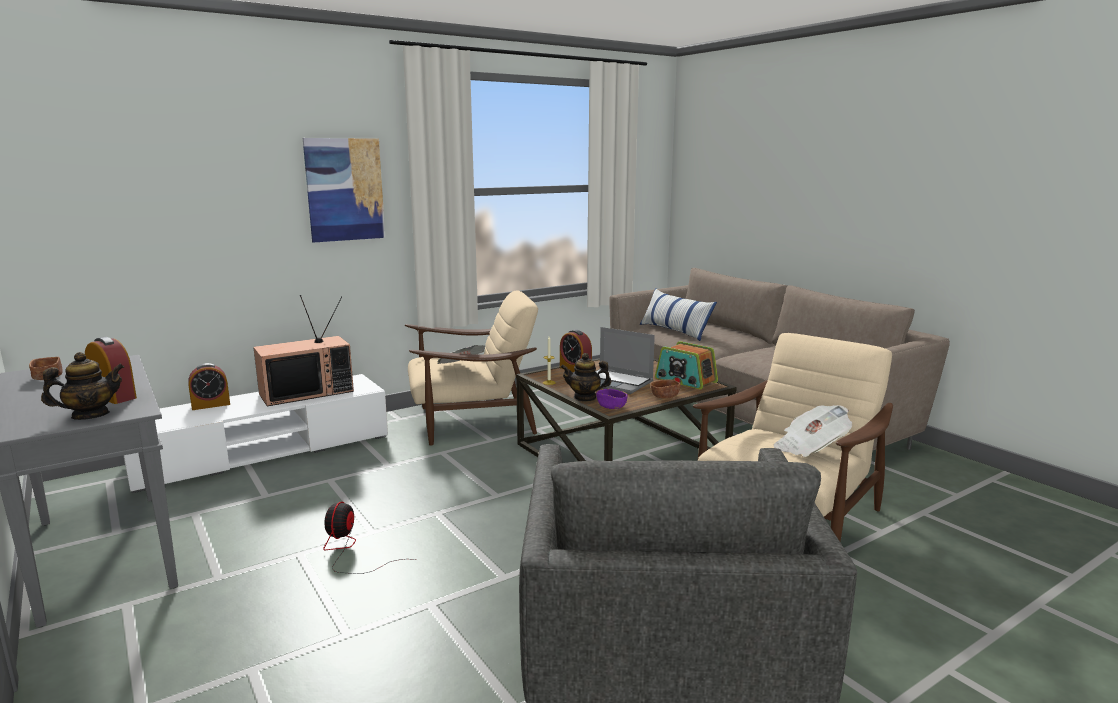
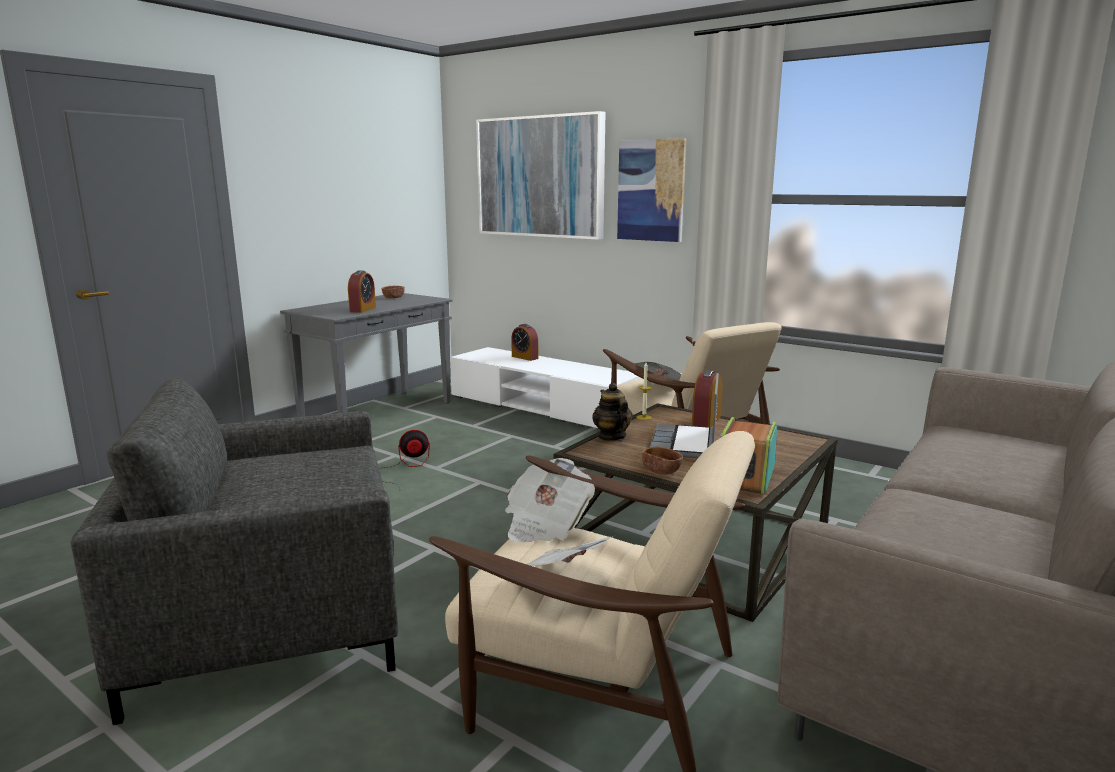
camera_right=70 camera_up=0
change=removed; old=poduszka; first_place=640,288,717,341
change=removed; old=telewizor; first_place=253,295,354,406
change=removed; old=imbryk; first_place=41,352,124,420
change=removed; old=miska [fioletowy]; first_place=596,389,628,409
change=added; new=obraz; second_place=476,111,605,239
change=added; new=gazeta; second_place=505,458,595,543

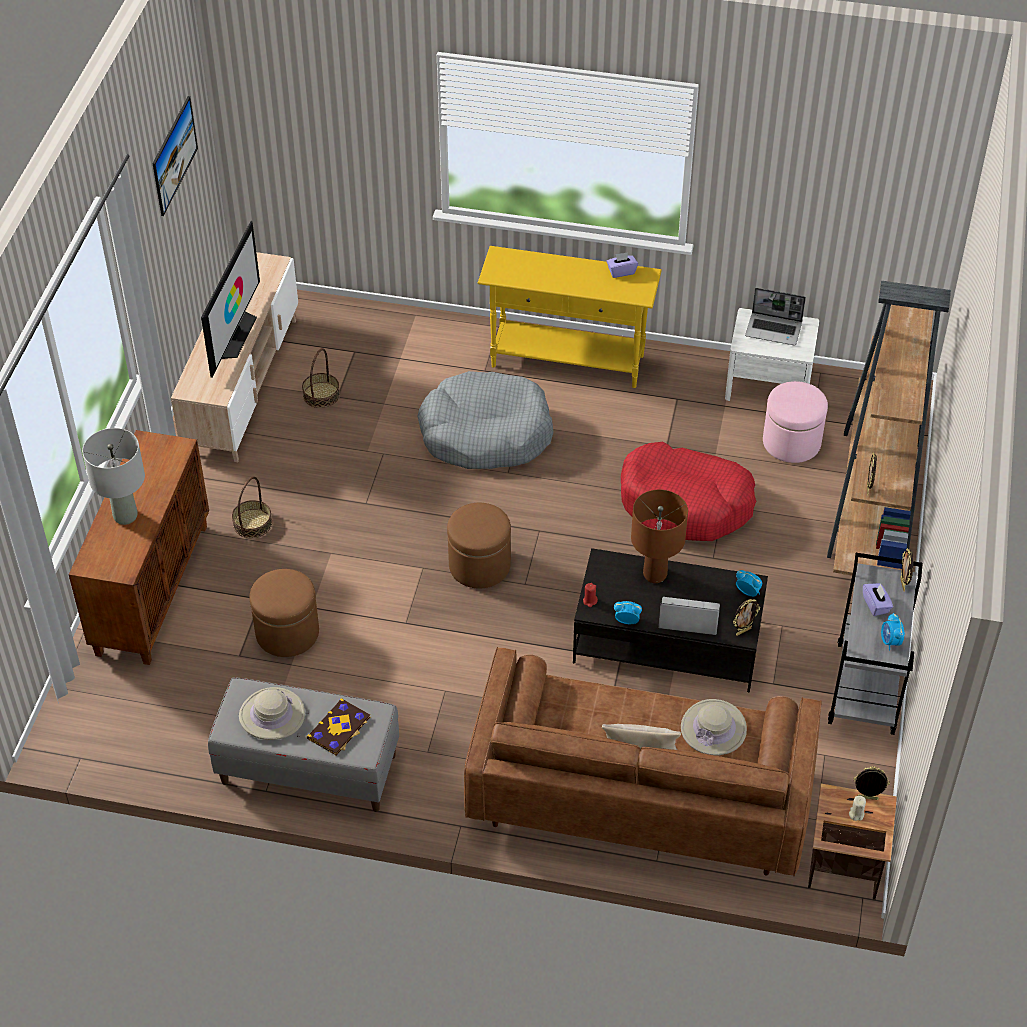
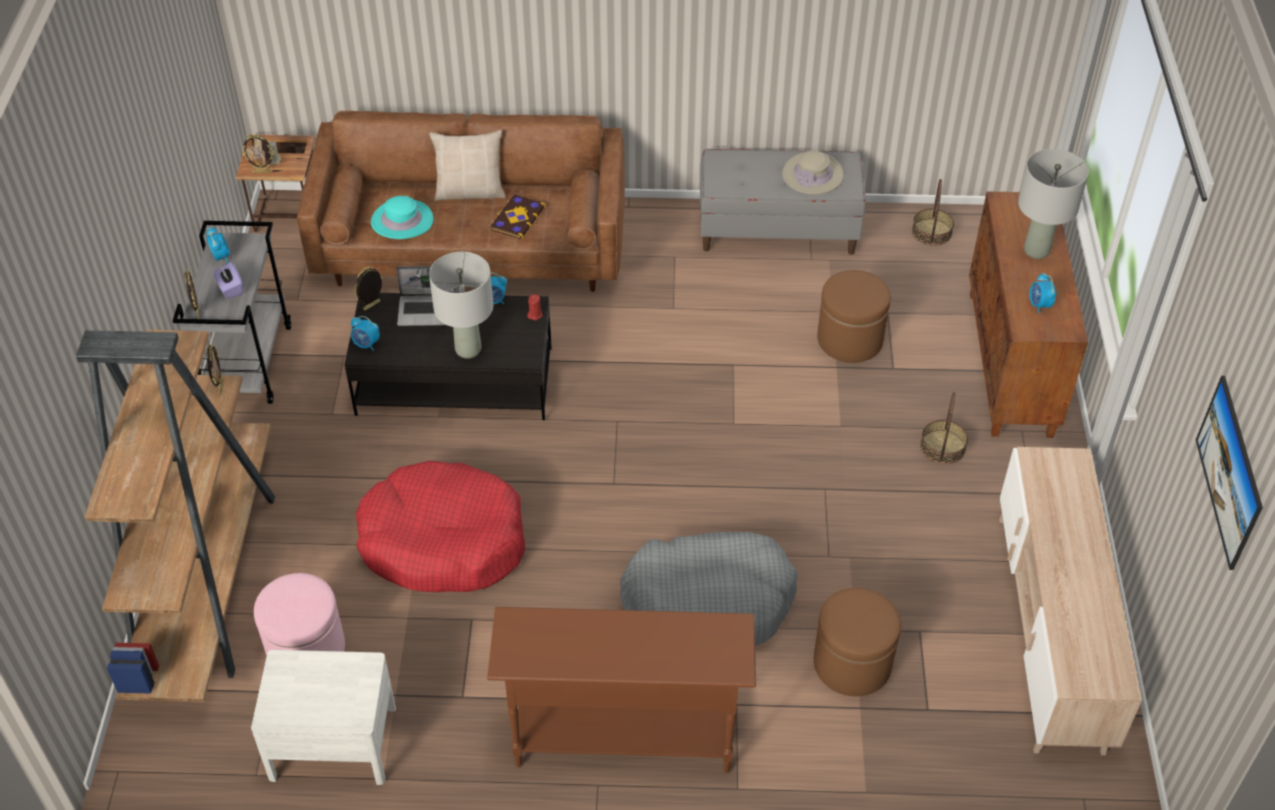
camera_right=170 camera_up=0
change=removed; old=telewizor; first_place=201,221,260,378
change=recoloured; old=stolik konsolowy [żółty]; new=stolik konsolowy [brązowy]; first_place=478,246,662,388; second_place=487,607,756,773
change=removed; old=pudełko chusteczek [fioletowy]; first_place=606,252,638,278
change=removed; old=laptop; first_place=745,288,806,346
change=moved; old=koszyk; first_place=302,348,340,408; second_place=912,179,954,246
change=recoloured; old=lampa stołowa [brązowy]; new=lampa stołowa [szary]; first_place=631,490,688,583; second_place=429,252,493,359
change=moved; old=pufa [brązowy]; first_place=447,503,511,588; second_place=814,587,901,696
change=moved; old=książka; first_place=307,698,370,756; second_place=490,194,546,239
change=recoloured; old=kapelusz [beżowy]; new=kapelusz [turkusowy]; first_place=681,699,747,756; second_place=371,196,434,239
change=added; new=budzik; second_place=1029,273,1056,313

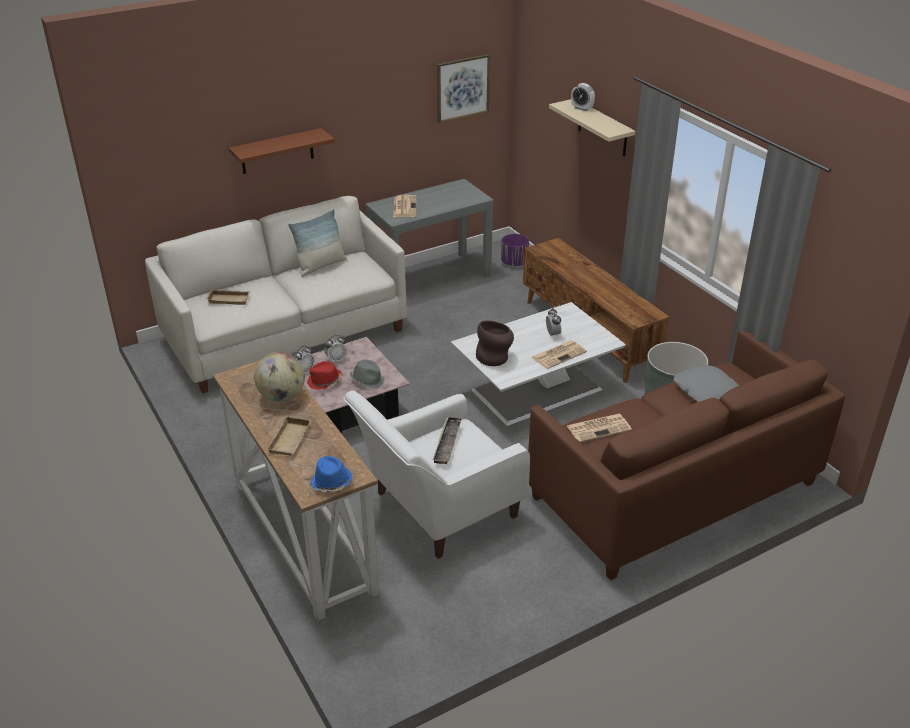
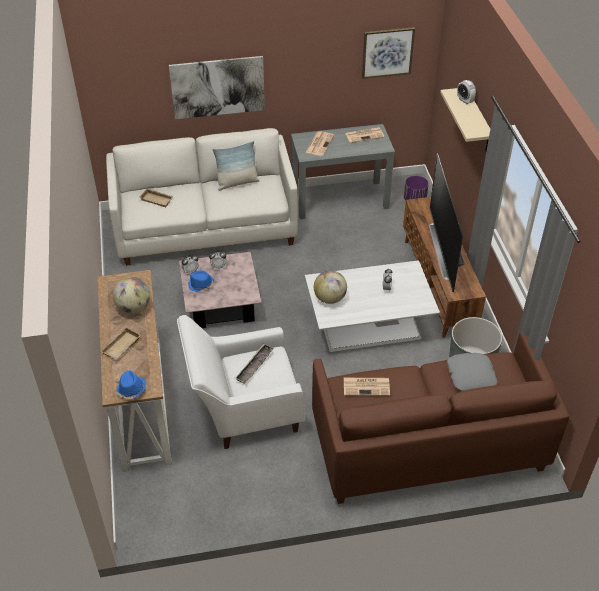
camera_right=20 camera_up=10
change=replaced; old=półka [brązowy]; new=obraz; first_place=229,128,335,174; second_place=169,56,265,119
change=replaced; old=wazon [brązowy]; new=globus; first_place=476,321,514,366; second_place=314,270,347,304
change=moved; old=gazeta; first_place=531,340,587,369; second_place=345,127,384,143
change=removed; old=kapelusz [szary]; first_place=350,360,384,388
change=recoloured; old=kapelusz [czerwony]; new=kapelusz [niebieski]; first_place=307,361,342,390; second_place=188,270,214,292
change=added; new=telewizor; second_place=429,153,464,293

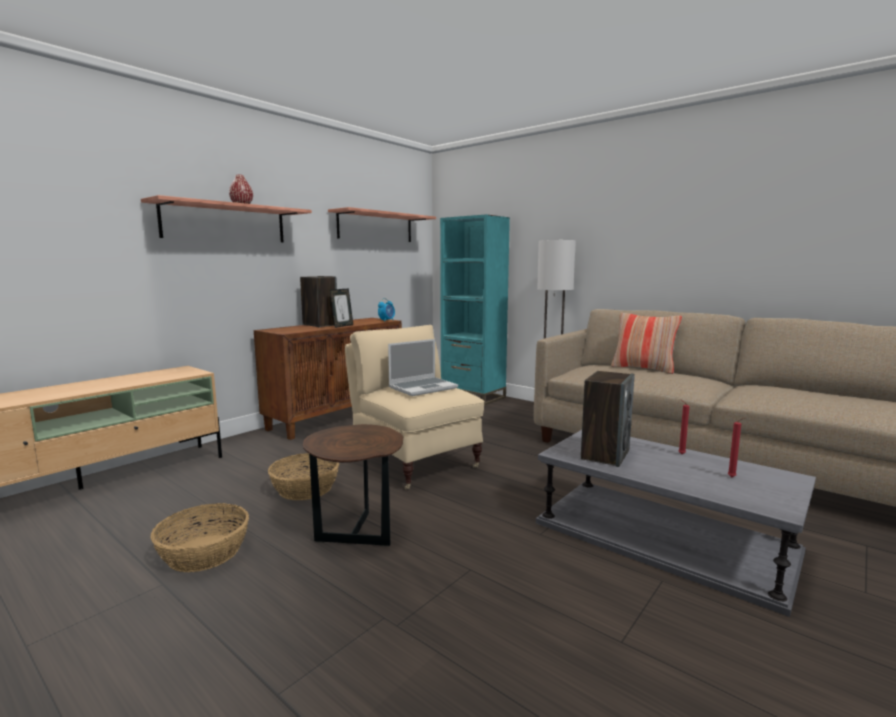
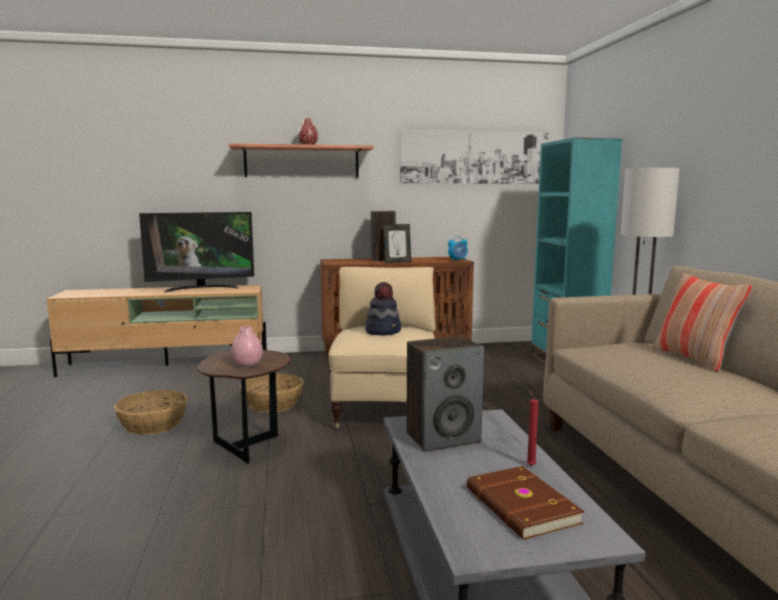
camera_right=40 camera_up=0
change=replaced; old=półka; new=obraz; first_place=328,207,436,242; second_place=400,130,548,184
change=replaced; old=laptop; new=kapelusz; first_place=388,339,458,396; second_place=365,282,401,335
change=replaced; old=świeca [czerwony]; new=książka [brązowy]; first_place=728,418,745,477; second_place=467,466,584,540
change=added; new=telewizor; second_place=139,212,254,293
change=added; new=wazon [różowy]; second_place=231,326,263,367

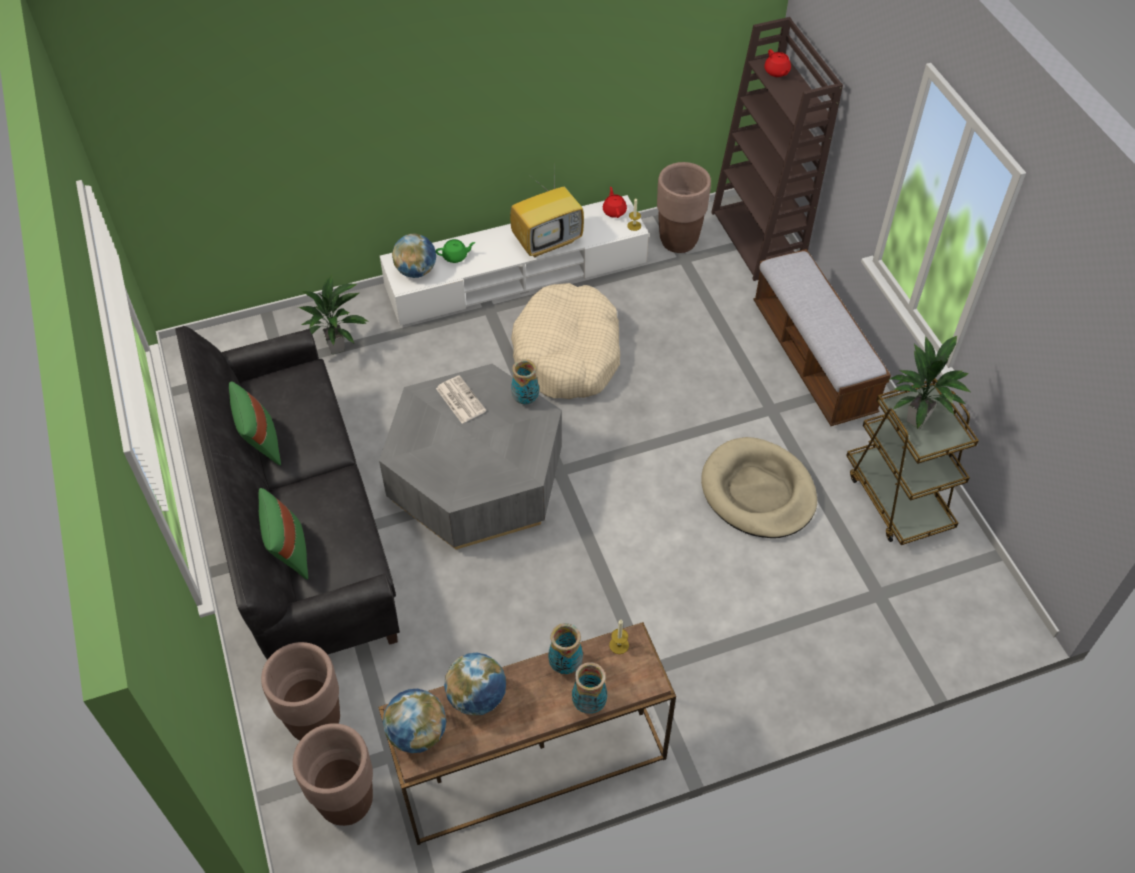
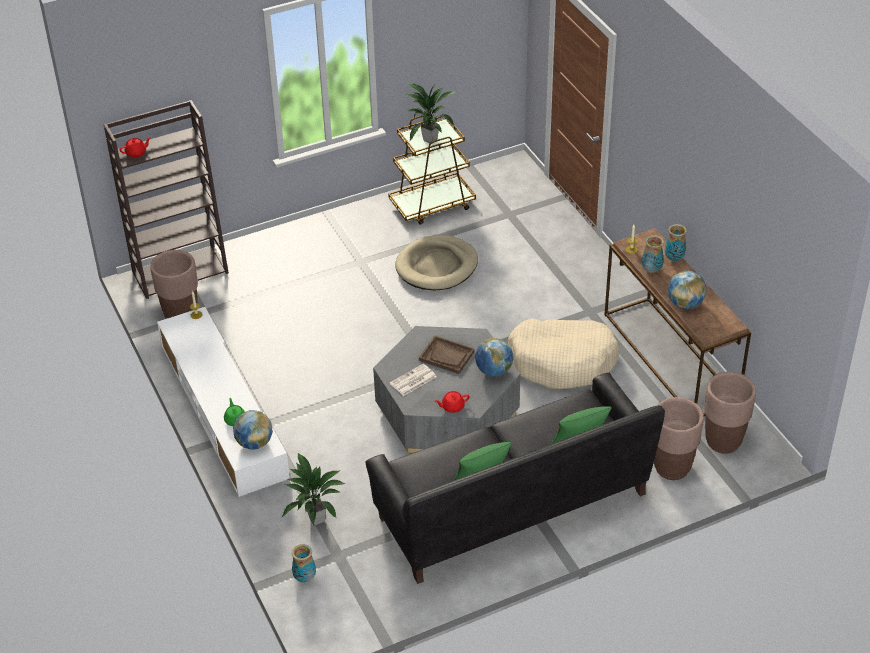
camera_right=-95 camera_up=-10
change=removed; old=telewizor; first_place=510,178,584,257
change=moved; old=imbryk [czerwony]; first_place=603,187,627,218; second_place=434,391,470,413
change=removed; old=ławka; first_place=753,249,891,426
change=moved; old=legowisko [beżowy]; first_place=511,283,620,399; second_place=508,318,620,389
change=moved; old=wazon; first_place=511,359,539,405; second_place=292,544,316,583
change=moved; old=globus; first_place=383,689,446,753; second_place=475,338,513,376
change=added; new=taca [brązowy]; second_place=419,336,475,374

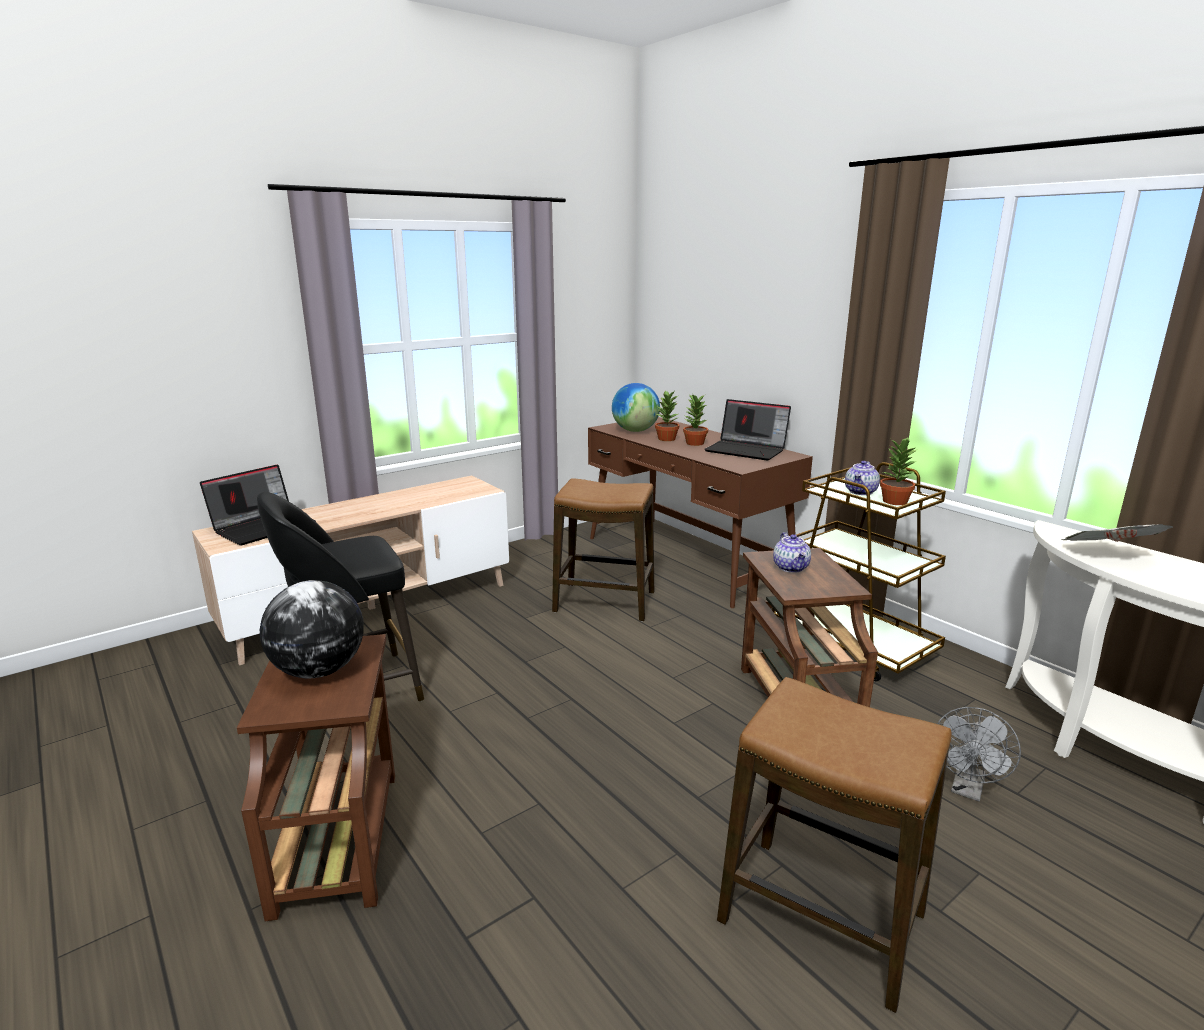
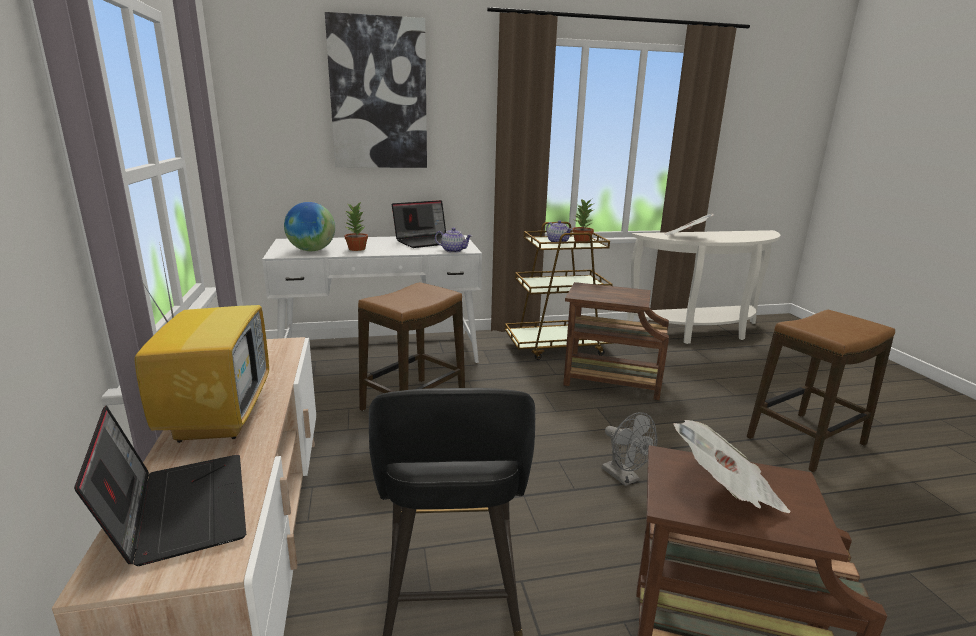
camera_right=-65 camera_up=0
change=removed; old=roślina doniczkowa; first_place=683,394,708,446
change=recoloured; old=biurko [brązowy]; new=biurko [biały]; first_place=588,417,813,608; second_place=262,235,482,363
change=moved; old=imbryk; first_place=773,532,811,573; second_place=435,228,472,253
change=replaced; old=globus; new=gazeta; first_place=260,580,364,679; second_place=673,420,790,513
change=moved; old=wentylator [szary]; first_place=937,707,1021,801; second_place=602,412,657,486
change=added; new=obraz; second_place=325,12,427,168
change=added; new=telewizor; second_place=134,247,269,443

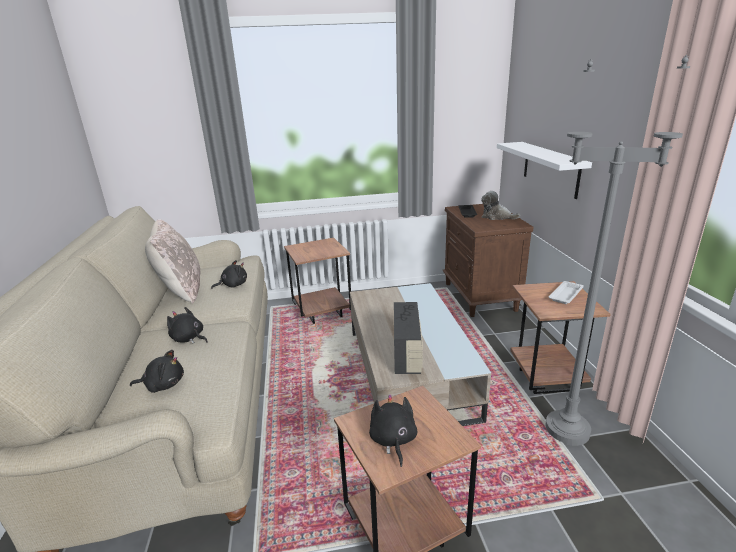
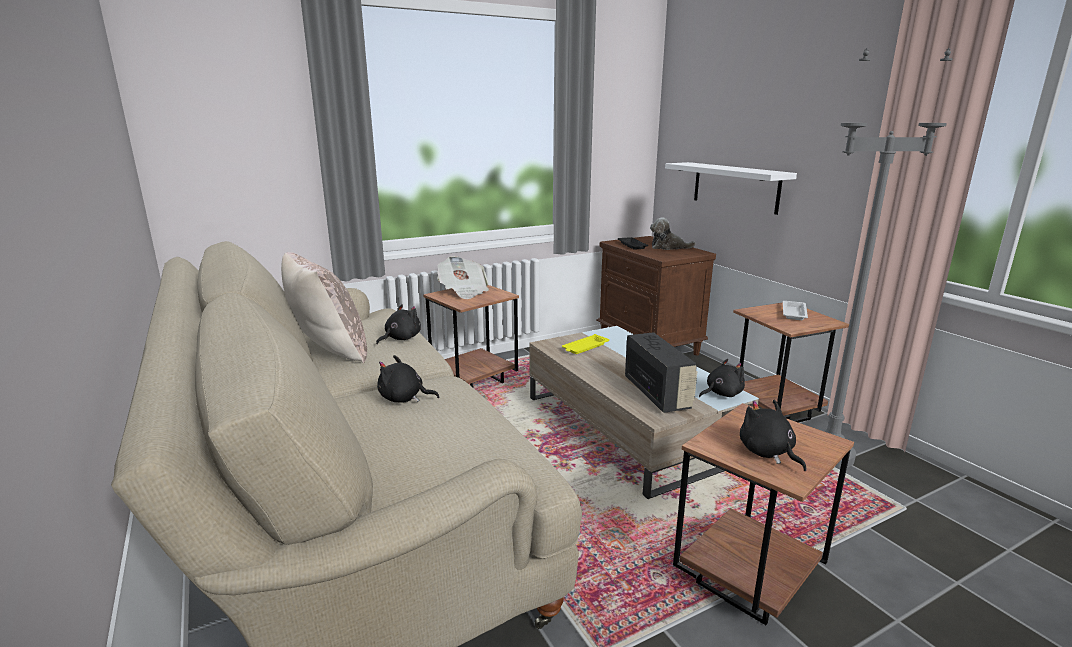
camera_right=-20 camera_up=-5
change=moved; old=pluszak [czarny]; first_place=130,350,184,393; second_place=699,359,745,397
change=added; new=gazeta; second_place=437,256,489,299
change=added; new=taca [żółty]; second_place=562,334,609,354

